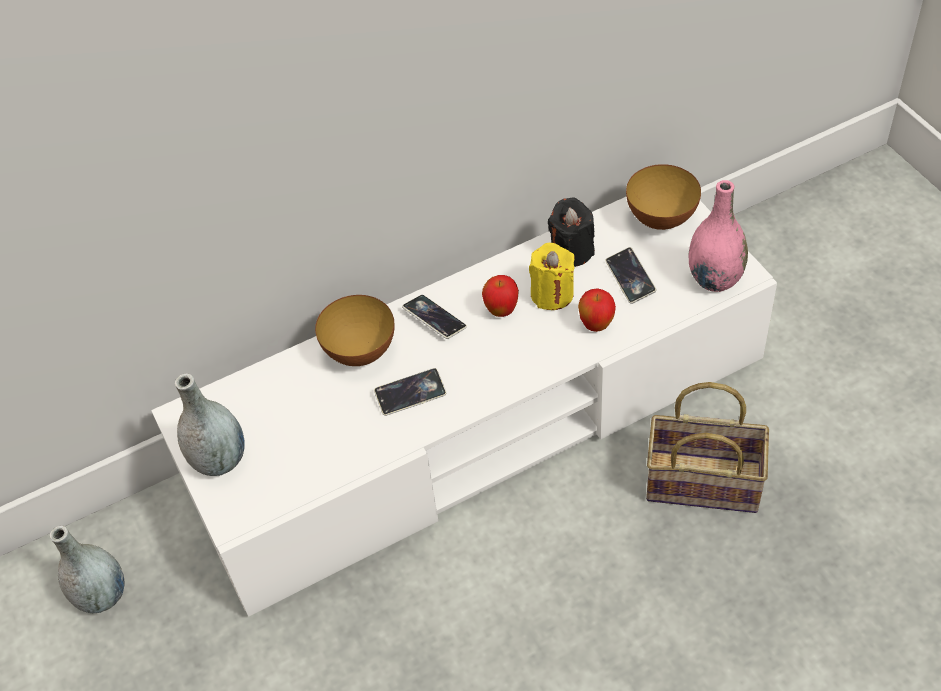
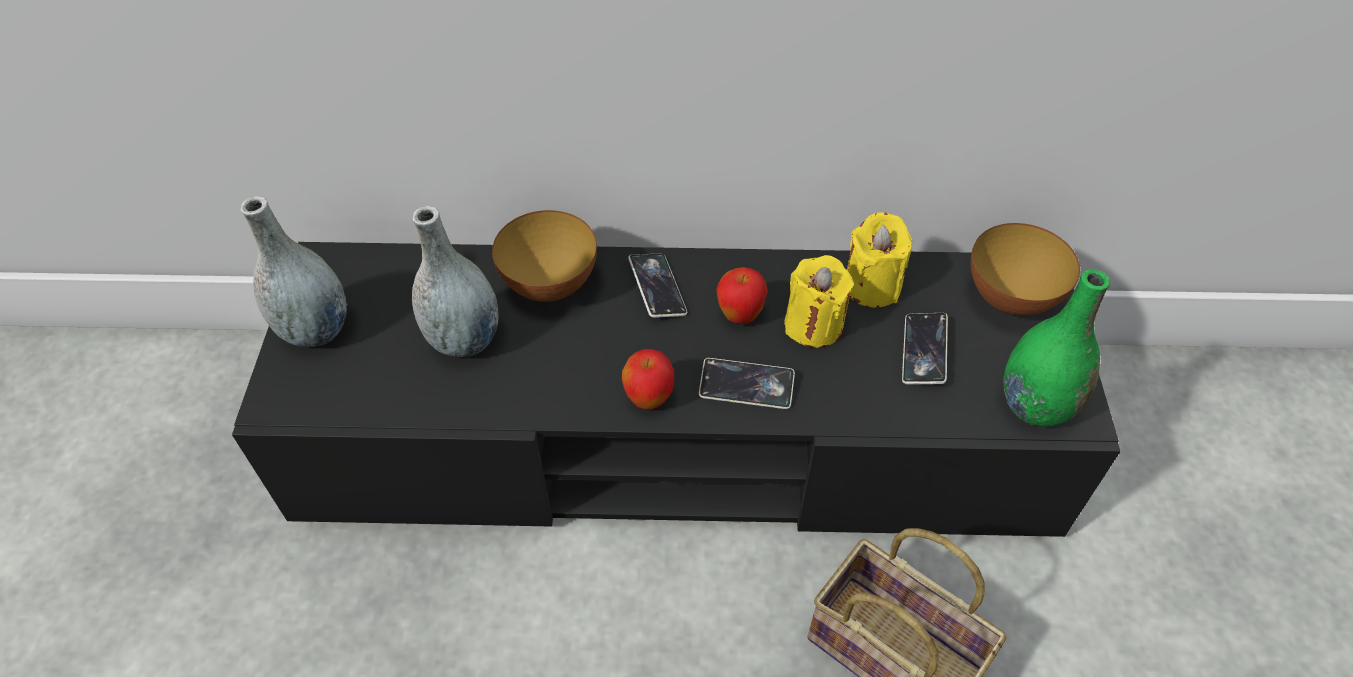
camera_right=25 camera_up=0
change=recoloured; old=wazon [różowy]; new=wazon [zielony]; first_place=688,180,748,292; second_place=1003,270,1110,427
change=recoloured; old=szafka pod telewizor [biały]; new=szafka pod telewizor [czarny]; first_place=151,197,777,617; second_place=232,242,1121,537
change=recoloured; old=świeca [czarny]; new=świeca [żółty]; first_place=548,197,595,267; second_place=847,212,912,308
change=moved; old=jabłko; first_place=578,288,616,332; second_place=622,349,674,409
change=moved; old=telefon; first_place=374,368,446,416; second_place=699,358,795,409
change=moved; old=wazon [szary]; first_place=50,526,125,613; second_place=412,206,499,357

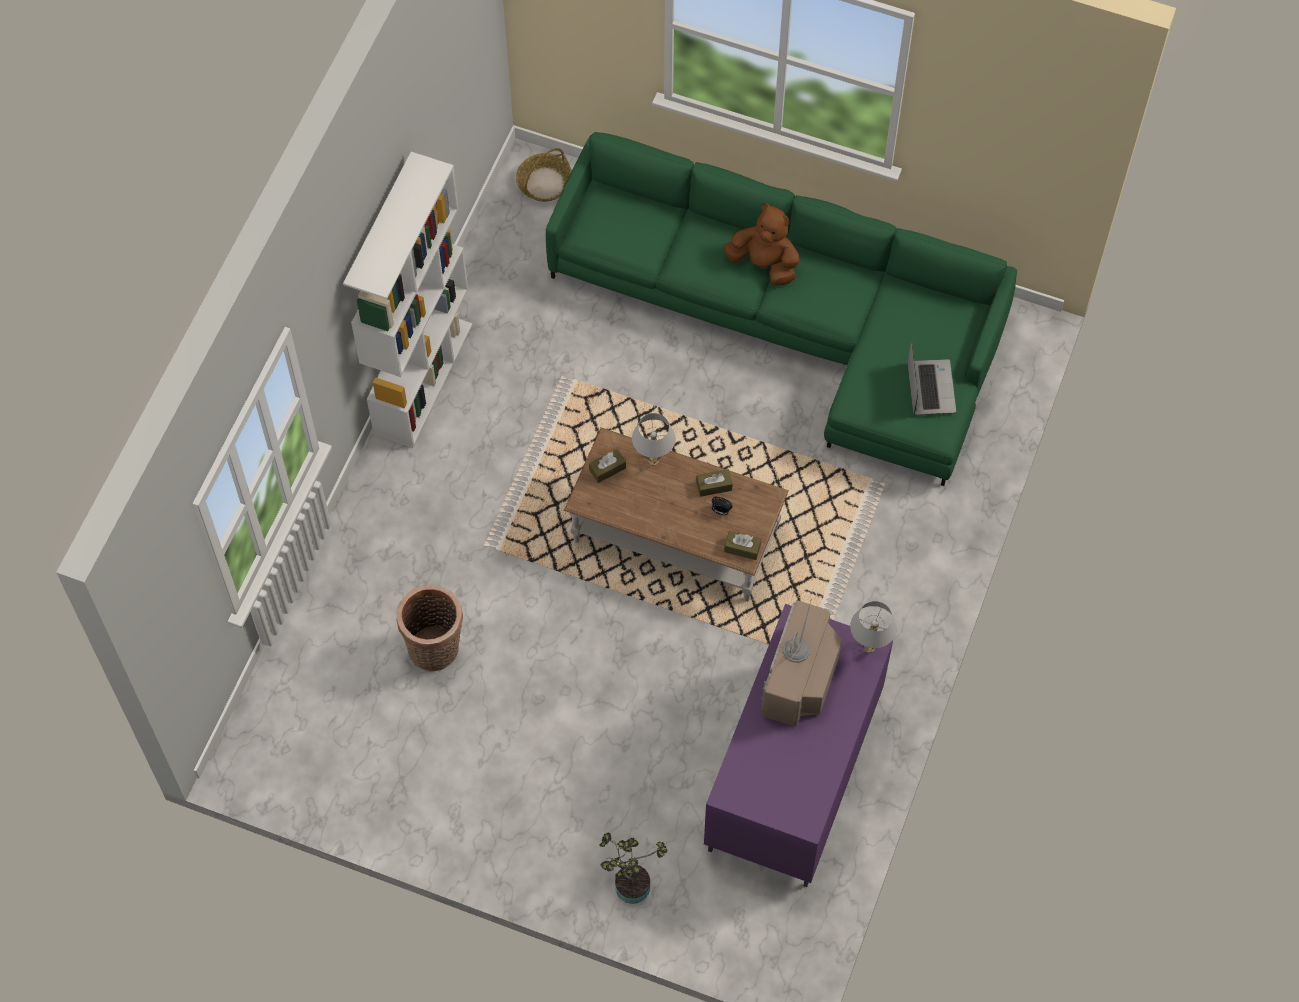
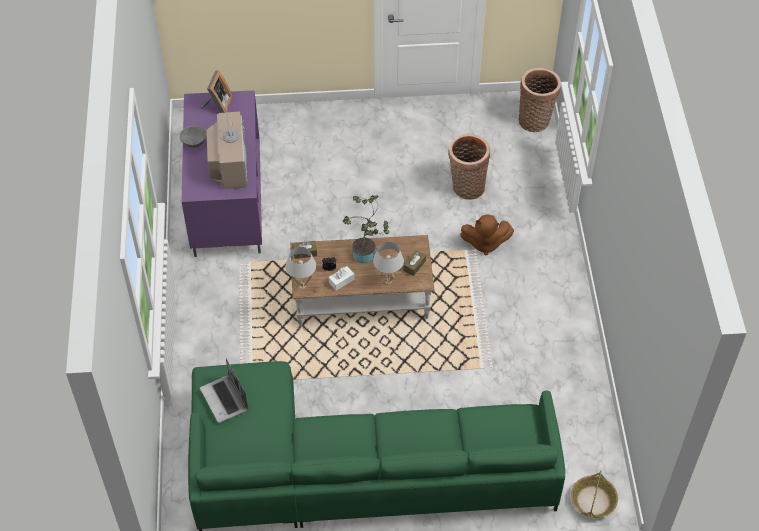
camera_right=155 camera_up=-10
change=removed; old=regał [biały]; first_place=343,152,473,448
change=moved; old=pluszak [brązowy]; first_place=723,203,800,286; second_place=460,214,514,255
change=recoloured; old=pudełko chusteczek [brązowy]; new=pudełko chusteczek [biały]; first_place=696,469,733,497; second_place=329,266,354,291
change=moved; old=lampa stołowa [biały]; first_place=850,601,897,653; second_place=286,247,316,289
change=moved; old=roślina doniczkowa; first_place=599,832,667,904; second_place=343,195,389,263
change=added; new=koszyk; second_place=519,68,561,132
change=added; new=ramka na zdjęcie; second_place=201,70,233,113
change=added; new=miska [szary]; second_place=179,126,207,148

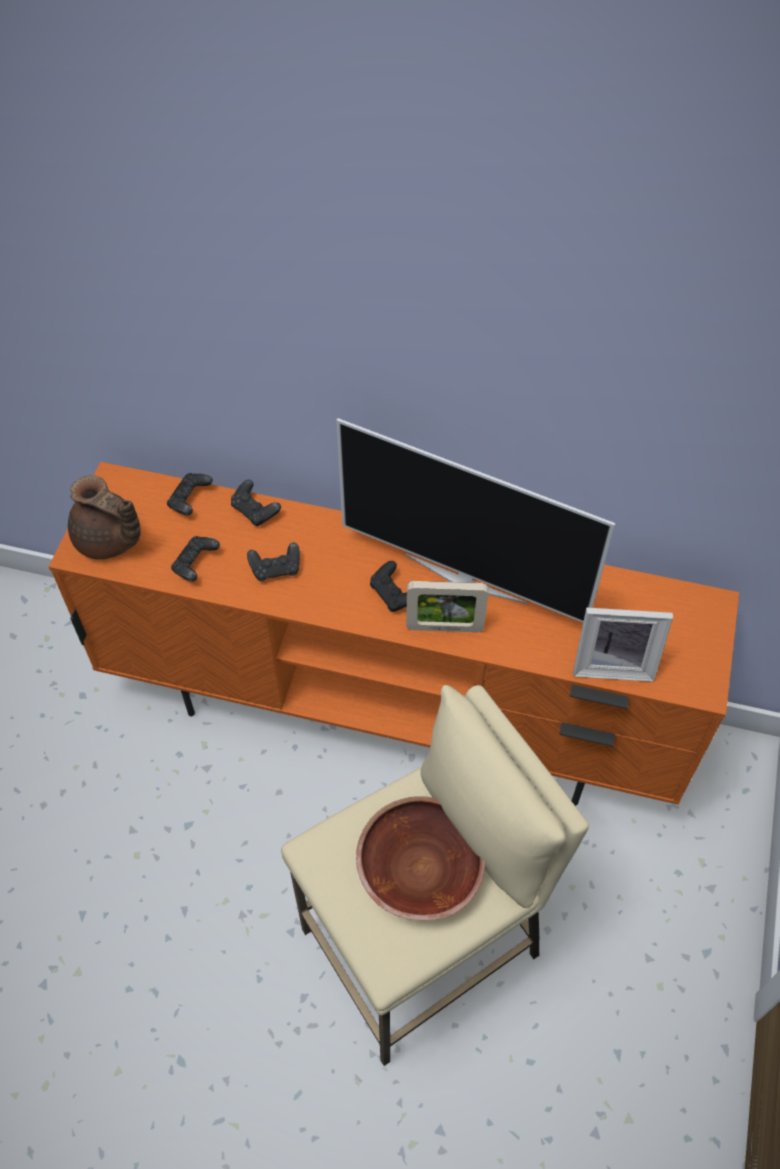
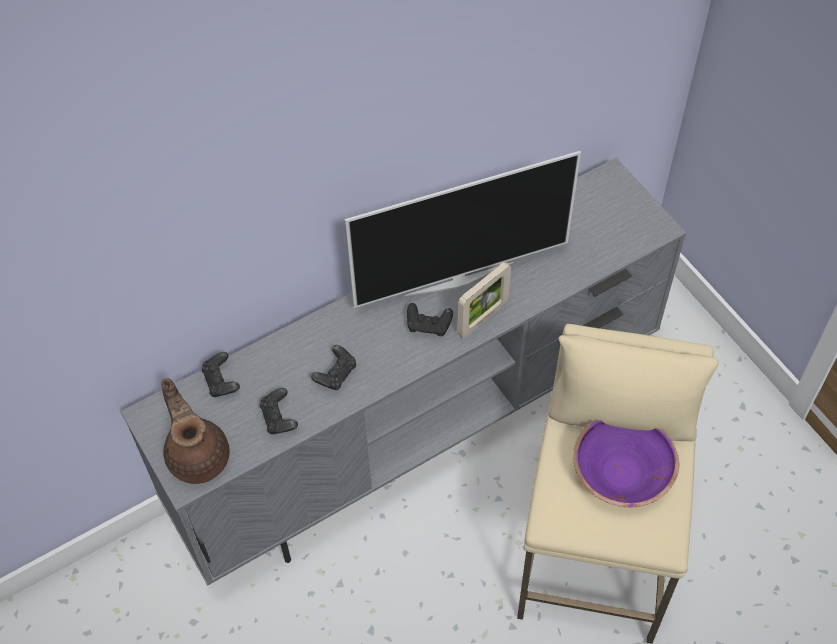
camera_right=-45 camera_up=0
change=recoloured; old=szafka pod telewizor [pomarańczowy]; new=szafka pod telewizor [szary]; first_place=49,462,739,806; second_place=120,158,686,585
change=turned; old=imbryk [brązowy]; first_place=68,475,141,559; second_place=162,378,230,484; degrees=-105
change=removed; old=pad do gier [czarny]; first_place=231,480,281,526
change=removed; old=ramka na zdjęcie; first_place=573,608,673,682
change=recoloured; old=miska [brązowy]; new=miska [fioletowy]; first_place=356,796,485,921; second_place=573,420,679,507

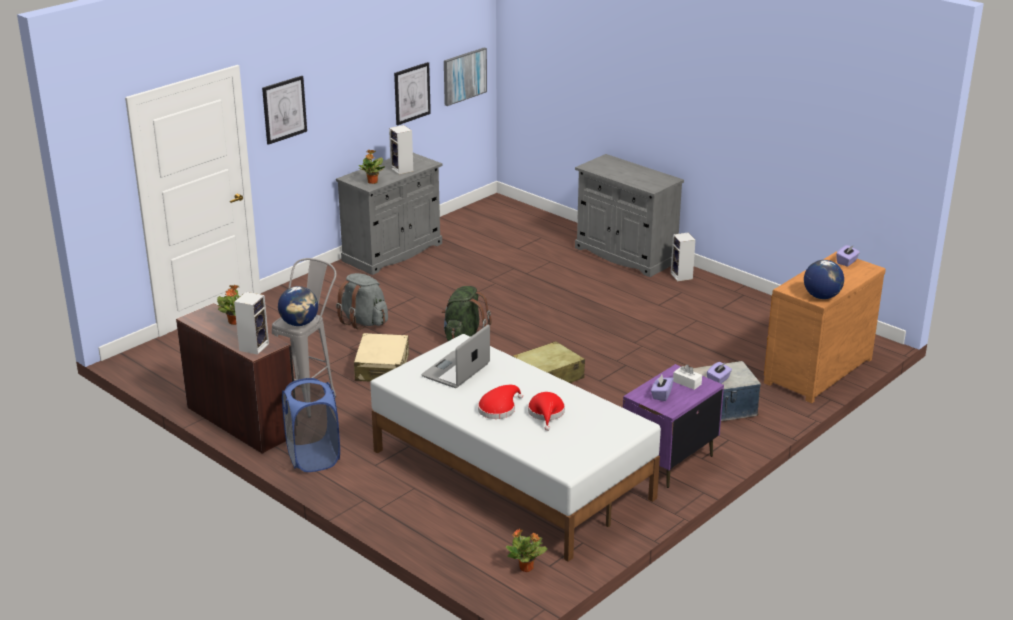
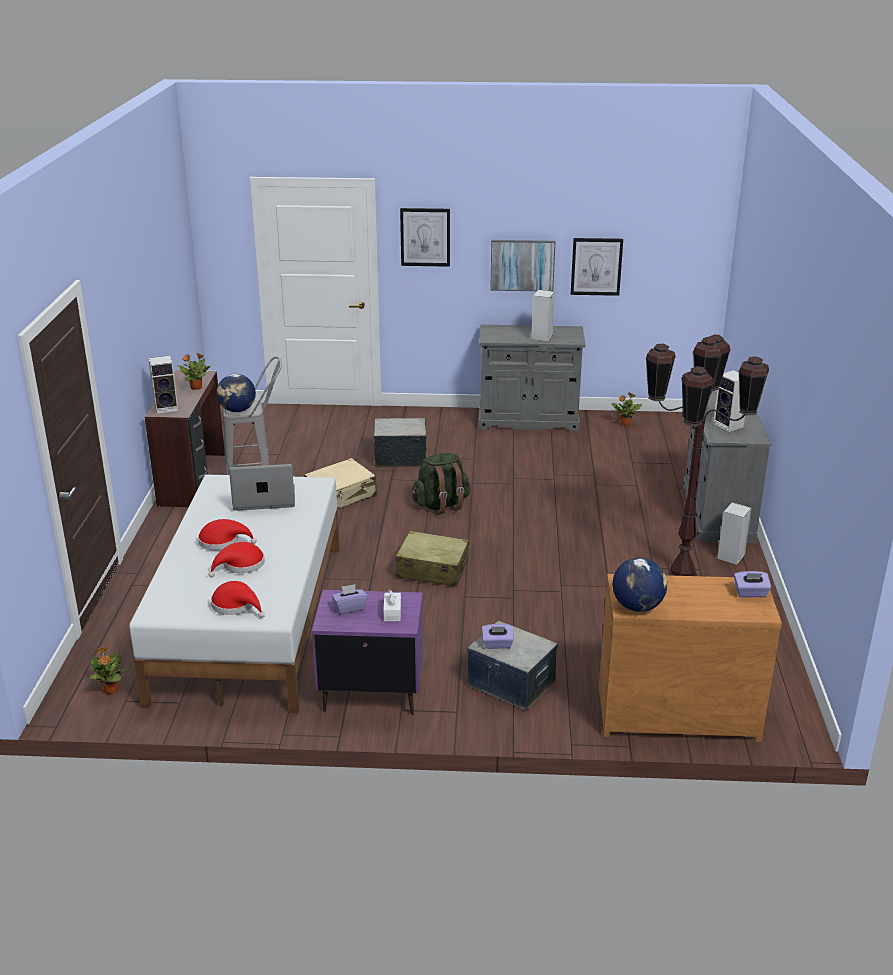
camera_right=50 camera_up=0
change=moved; old=obraz; first_place=444,48,487,106; second_place=490,240,555,291
change=moved; old=roślina doniczkowa; first_place=358,150,385,184; second_place=611,392,642,426
change=replaced; old=plecak [szary]; new=pojemnik do przechowywania; first_place=336,273,388,330; second_place=374,418,427,467
change=removed; old=kosz na pranie [niebieski]; first_place=282,378,340,472
change=added; new=lampa stojąca [brązowy]; second_place=646,334,769,576
change=added; new=głośnik; second_place=713,370,745,432
change=added; new=kapelusz [czerwony]; second_place=211,581,265,618

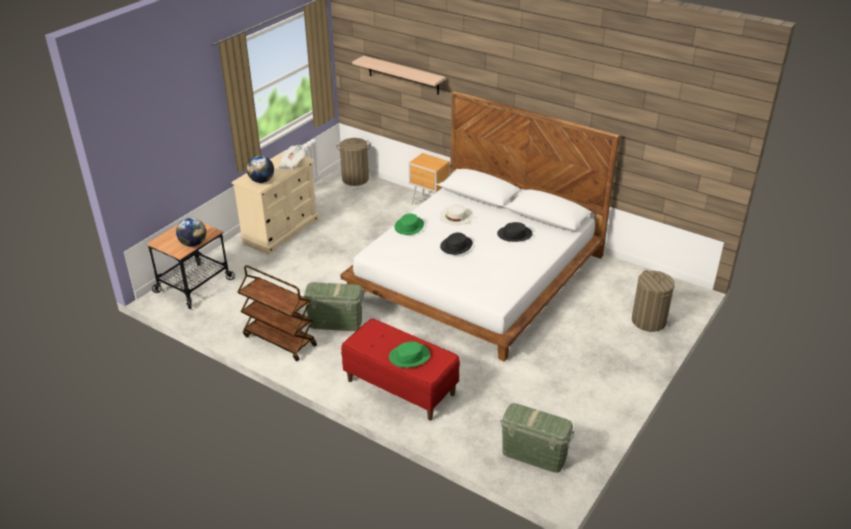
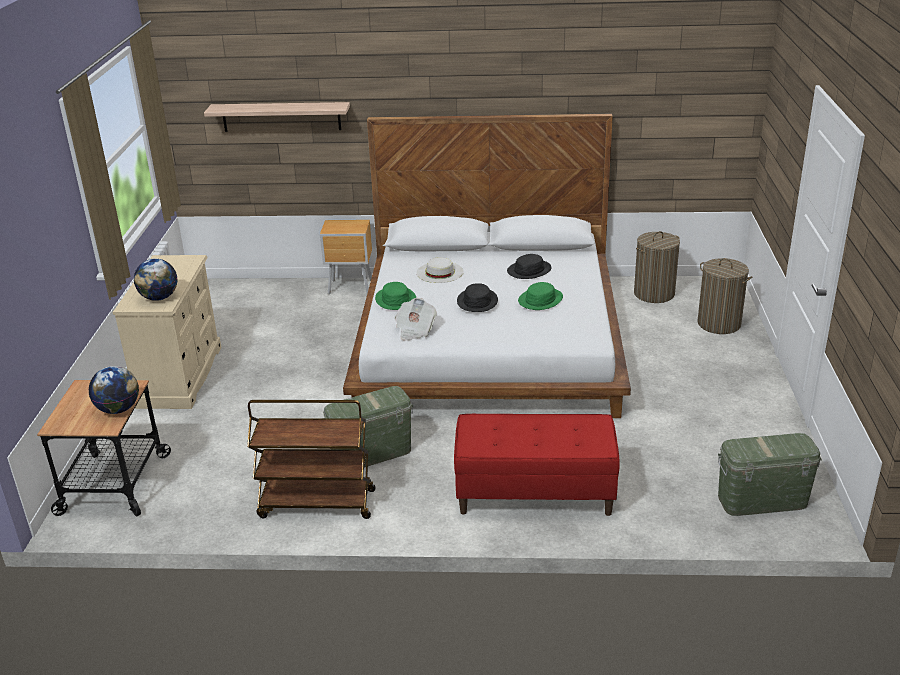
camera_right=-30 camera_up=-5
change=moved; old=kosz na pranie; first_place=336,138,371,186; second_place=634,231,680,303
change=moved; old=gazeta; first_place=278,145,305,169; second_place=395,298,437,341
change=moved; old=kapelusz [zielony]; first_place=389,341,430,368; second_place=518,282,563,310

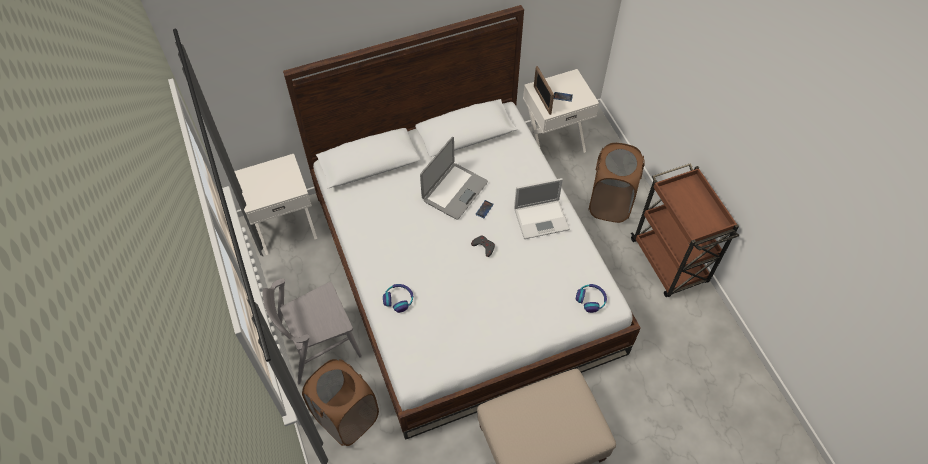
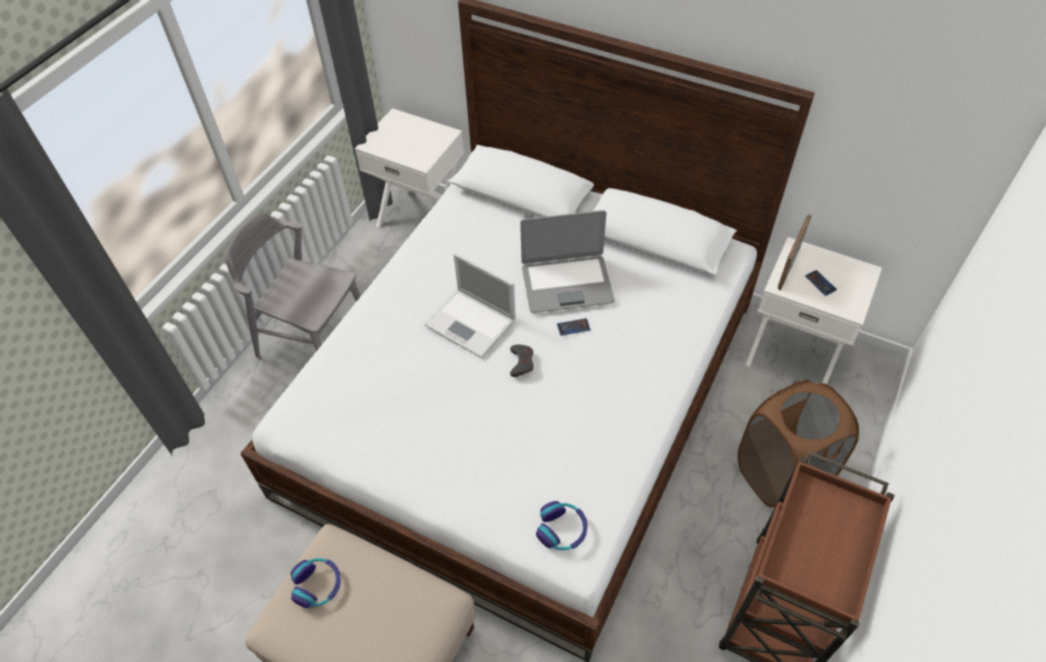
camera_right=50 camera_up=-5
change=moved; old=laptop; first_place=514,178,570,239; second_place=425,253,516,358
change=moved; old=słuchawki; first_place=383,284,413,313; second_place=290,558,340,608
change=removed; old=kosz na pranie [brązowy]; first_place=302,359,379,446

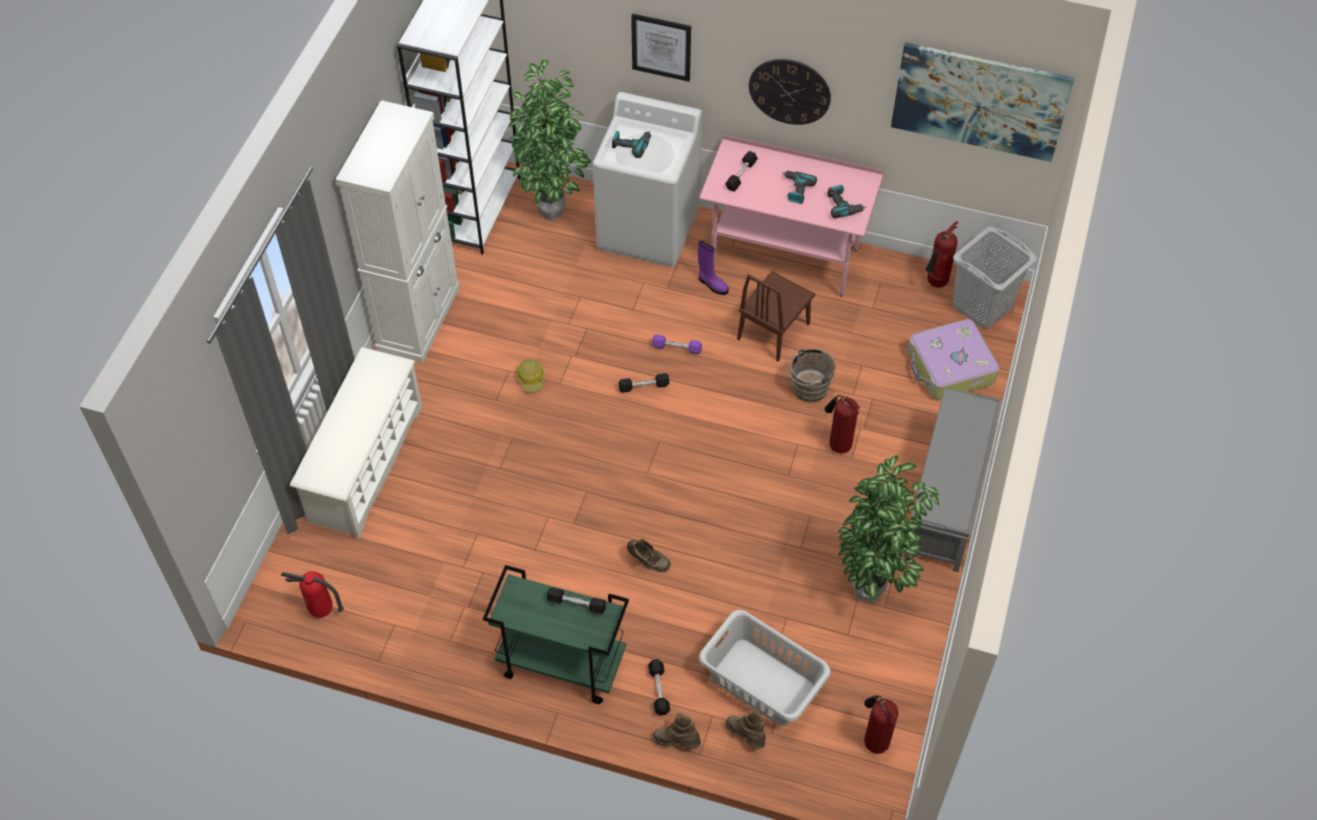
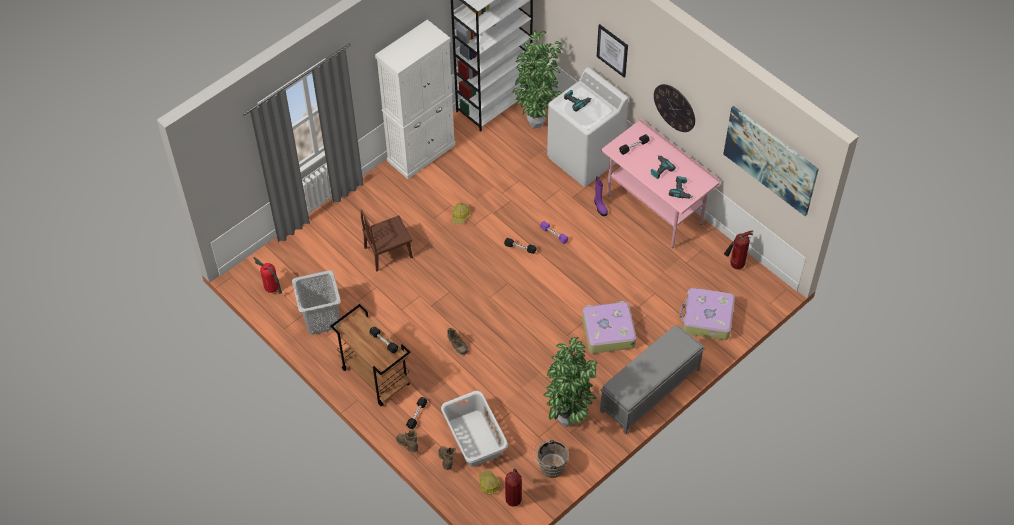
camera_right=30 camera_up=0
change=moved; old=kosz na pranie [szary]; first_place=953,226,1037,328; second_place=292,270,341,335
change=moved; old=krzesło [brązowy]; first_place=737,271,815,362; second_place=361,209,413,272
change=removed; old=regał na buty [biały]; first_place=290,347,422,539
change=moved; old=wiadro [brązowy]; first_place=786,349,836,403; second_place=533,439,569,478
change=replaced; old=gaśnica; new=walizka; first_place=825,395,860,454; second_place=582,301,636,354
change=recoloured; old=wózek [zielony]; new=wózek [brązowy]; first_place=483,565,629,704; second_place=330,304,411,407
change=added; new=kask; second_place=479,470,501,495

